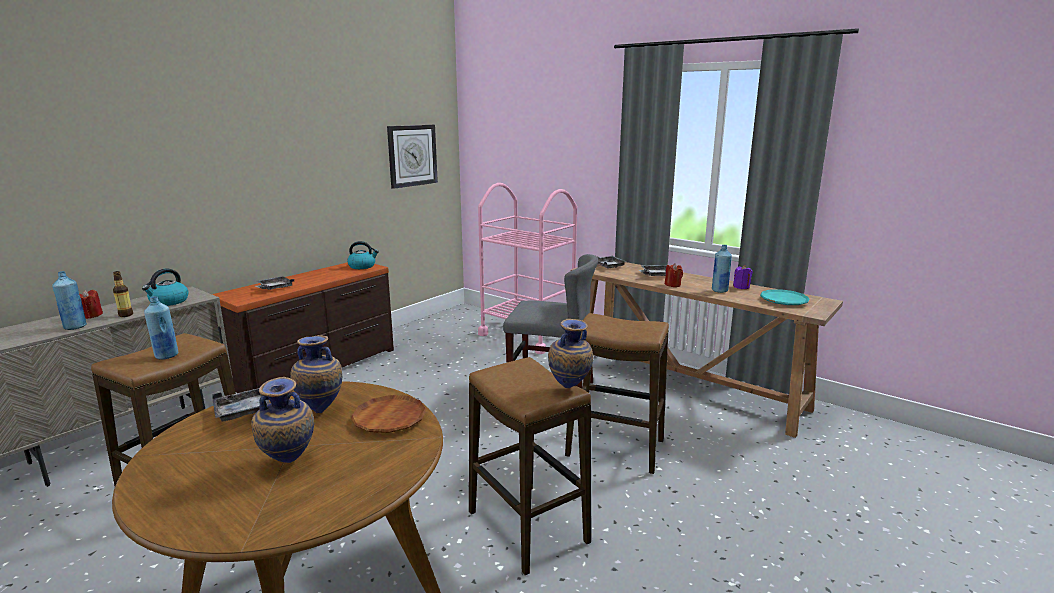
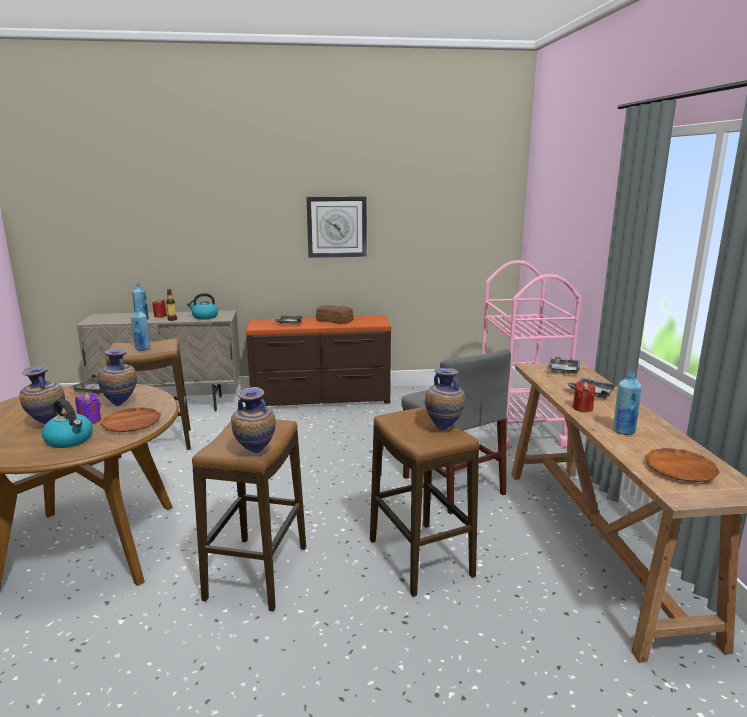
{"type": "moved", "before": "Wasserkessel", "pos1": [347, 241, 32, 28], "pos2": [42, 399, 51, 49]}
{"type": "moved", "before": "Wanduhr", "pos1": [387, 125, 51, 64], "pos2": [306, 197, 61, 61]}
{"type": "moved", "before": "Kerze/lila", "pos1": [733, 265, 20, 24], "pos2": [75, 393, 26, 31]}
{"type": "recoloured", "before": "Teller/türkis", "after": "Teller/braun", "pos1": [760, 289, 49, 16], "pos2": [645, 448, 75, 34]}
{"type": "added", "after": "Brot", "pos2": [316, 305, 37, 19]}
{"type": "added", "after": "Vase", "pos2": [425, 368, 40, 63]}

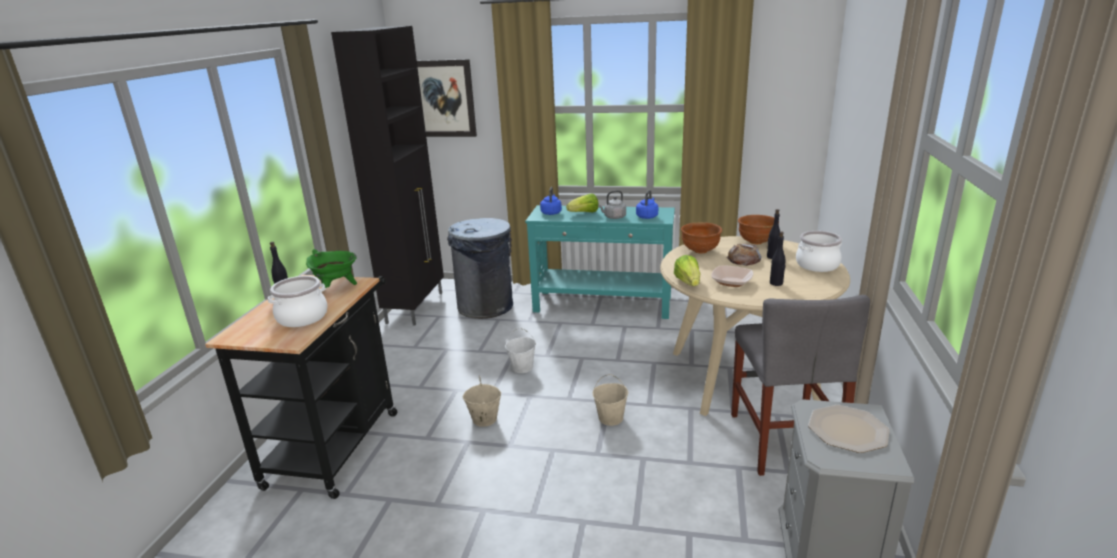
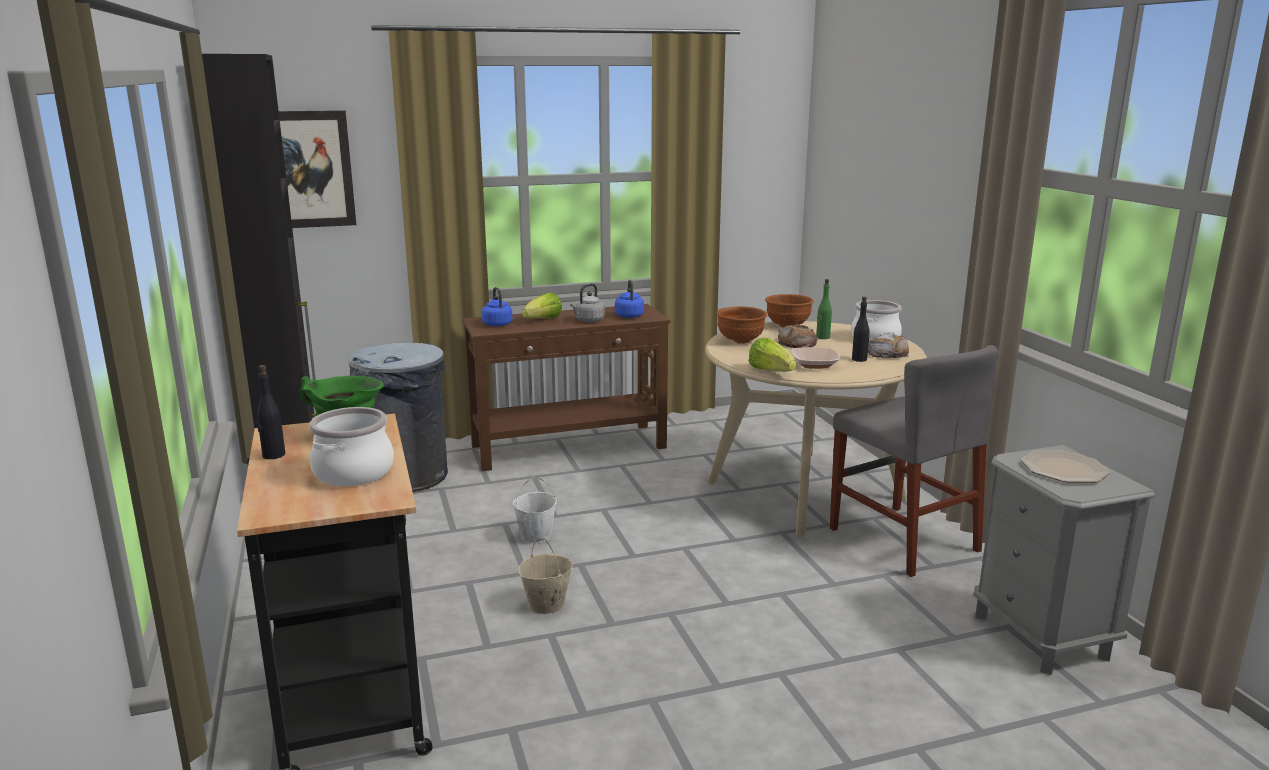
{"type": "recoloured", "before": "Konsolentisch/türkis", "after": "Konsolentisch/braun", "pos1": [525, 205, 150, 114], "pos2": [462, 304, 208, 167]}
{"type": "removed", "before": "Eimer/beige", "pos1": [593, 374, 35, 52]}
{"type": "recoloured", "before": "Flasche/schwarz", "after": "Flasche/grün", "pos1": [767, 209, 13, 50], "pos2": [816, 279, 16, 60]}
{"type": "added", "after": "Brot", "pos2": [868, 333, 41, 25]}

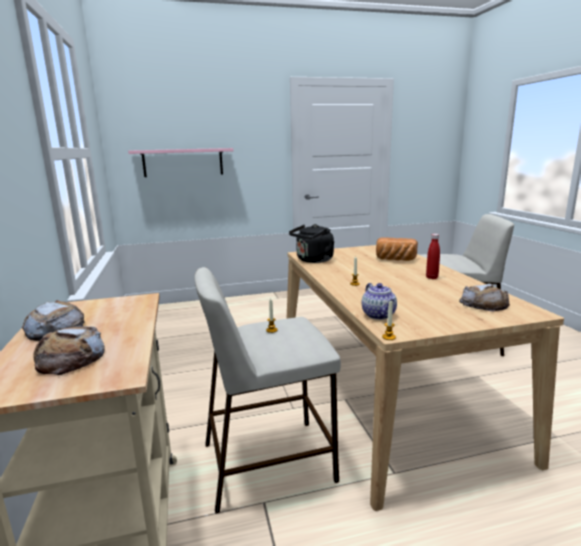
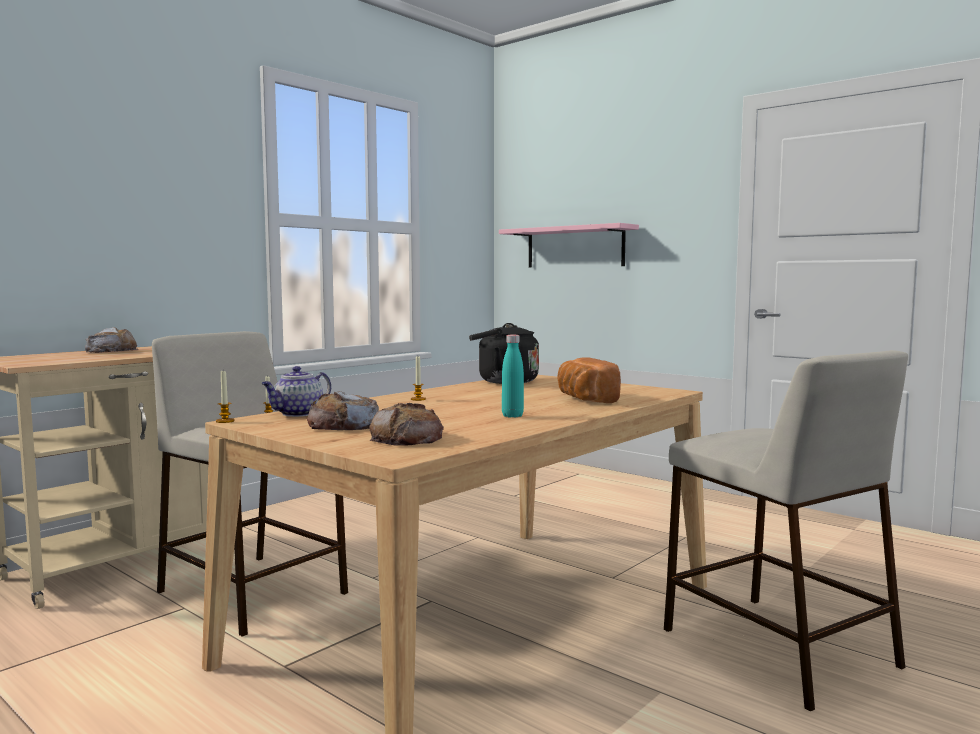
{"type": "moved", "before": "Brot", "pos1": [33, 326, 72, 49], "pos2": [307, 391, 72, 39]}
{"type": "recoloured", "before": "Flasche/rot", "after": "Flasche/türkis", "pos1": [426, 234, 14, 45], "pos2": [502, 335, 22, 83]}

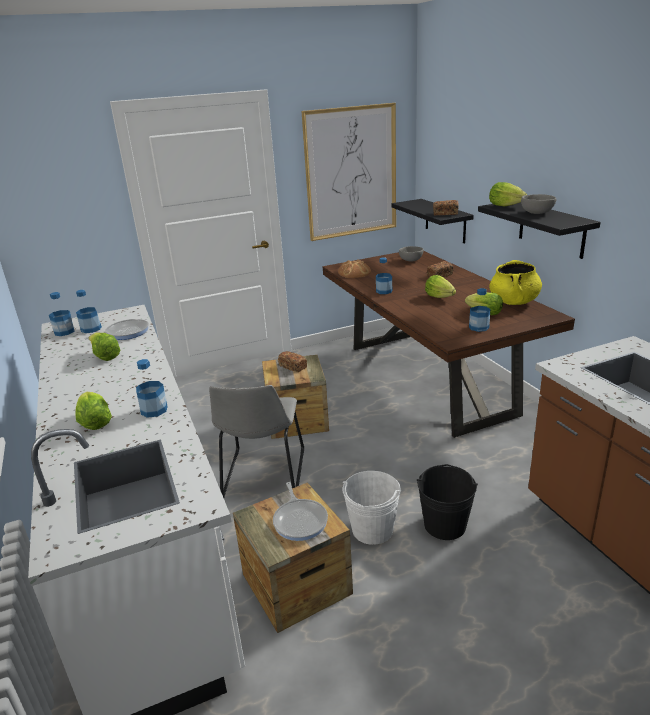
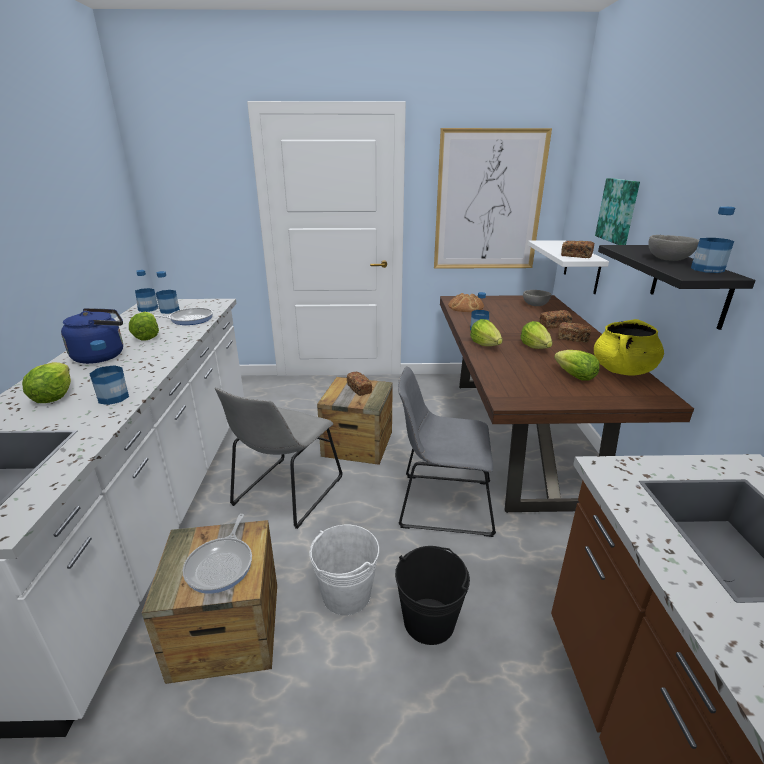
{"type": "recoloured", "before": "Wandregal/schwarz", "after": "Wandregal/weiß", "pos1": [391, 199, 83, 44], "pos2": [528, 240, 81, 54]}
{"type": "moved", "before": "Flasche", "pos1": [469, 288, 21, 44], "pos2": [691, 206, 44, 67]}
{"type": "moved", "before": "Salatkopf", "pos1": [489, 182, 38, 24], "pos2": [470, 319, 33, 27]}
{"type": "added", "after": "Wasserkessel/blau", "pos2": [61, 308, 62, 56]}
{"type": "added", "after": "Stuhl/grau", "pos2": [398, 366, 98, 171]}
{"type": "added", "after": "Brot", "pos2": [558, 322, 33, 21]}
{"type": "added", "after": "Bild", "pos2": [595, 178, 45, 67]}

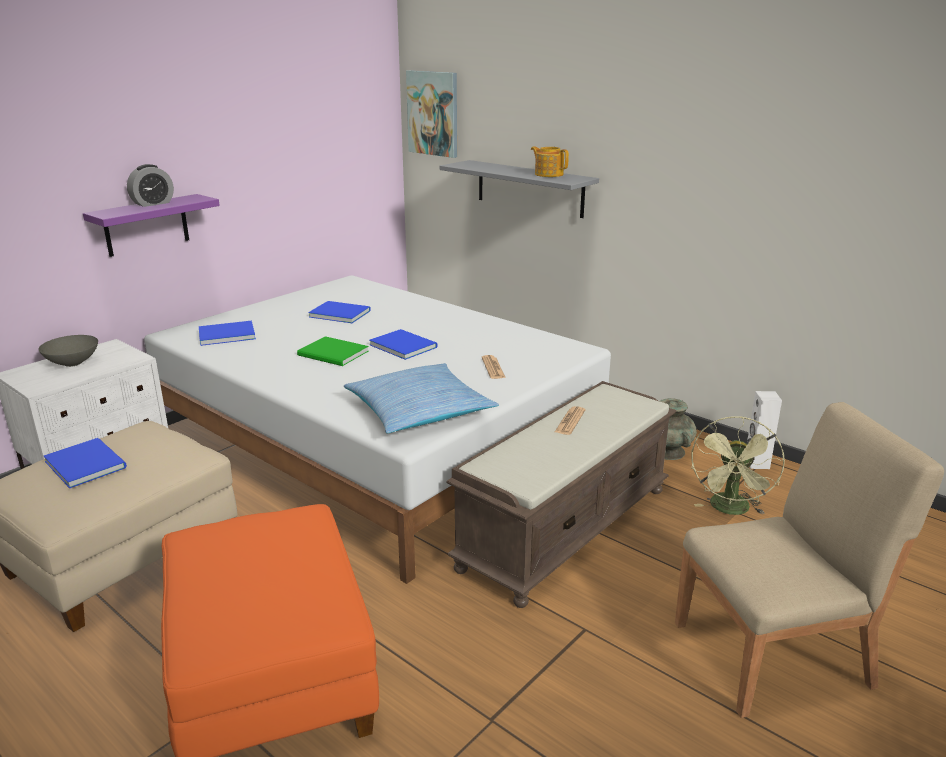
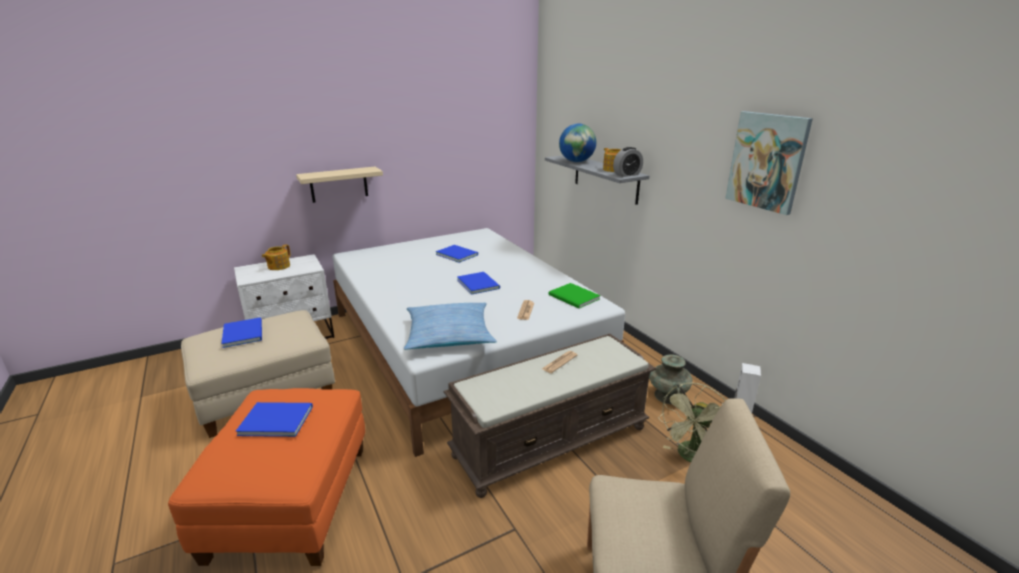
{"type": "replaced", "before": "Schüssel/grau", "after": "Teekanne", "pos1": [39, 335, 59, 32], "pos2": [262, 244, 29, 26]}
{"type": "recoloured", "before": "Wandregal/lila", "after": "Wandregal/beige", "pos1": [83, 194, 137, 63], "pos2": [296, 166, 87, 37]}
{"type": "moved", "before": "Wecker", "pos1": [127, 164, 47, 43], "pos2": [613, 147, 30, 30]}
{"type": "moved", "before": "Buch/blau", "pos1": [199, 321, 57, 25], "pos2": [236, 402, 77, 35]}
{"type": "moved", "before": "Buch/grün", "pos1": [297, 336, 72, 30], "pos2": [549, 283, 52, 26]}
{"type": "moved", "before": "Bild", "pos1": [406, 70, 51, 88], "pos2": [725, 111, 88, 104]}
{"type": "added", "after": "Globus", "pos2": [559, 124, 37, 38]}

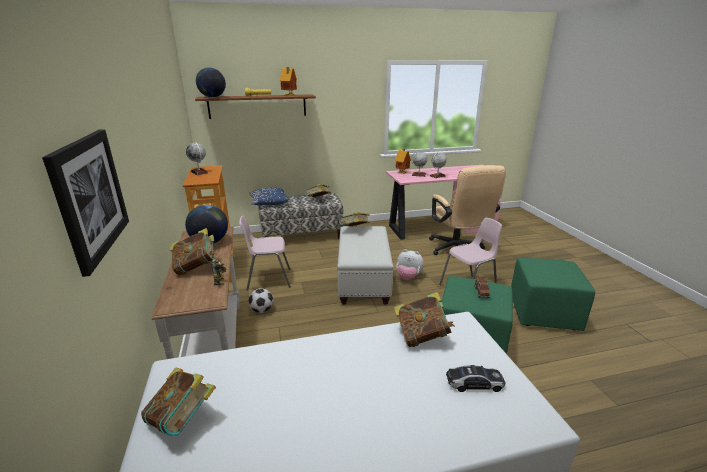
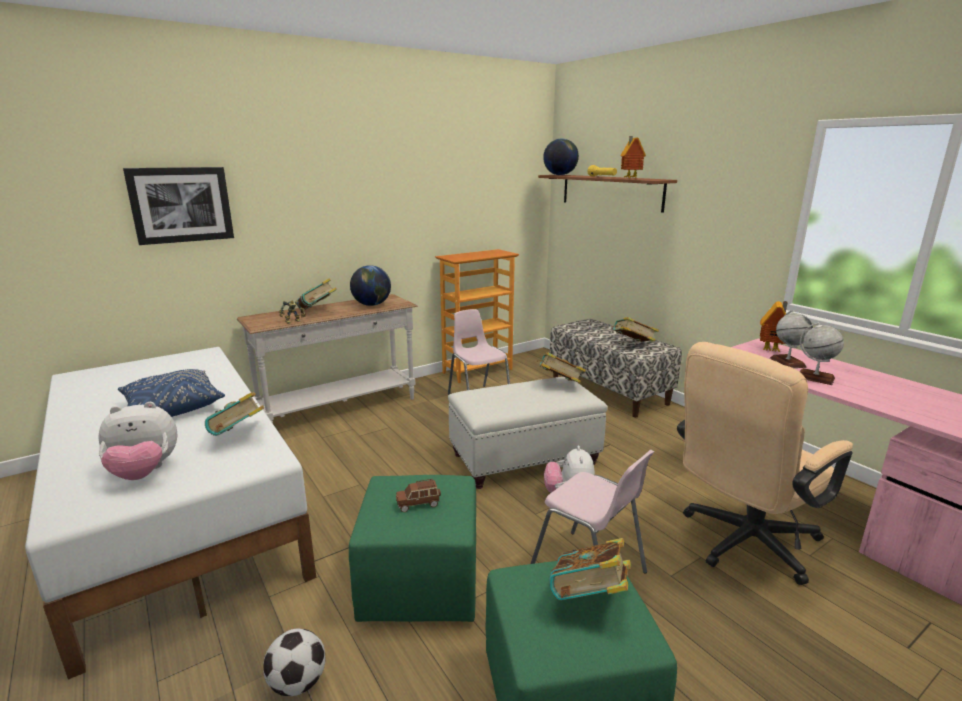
{"type": "moved", "before": "Buch", "pos1": [141, 367, 75, 69], "pos2": [549, 538, 82, 63]}
{"type": "removed", "before": "Globus", "pos1": [186, 142, 22, 33]}
{"type": "moved", "before": "Fußball", "pos1": [248, 288, 25, 25], "pos2": [263, 628, 62, 68]}
{"type": "moved", "before": "Kissen/blau", "pos1": [250, 188, 40, 17], "pos2": [118, 369, 107, 48]}
{"type": "replaced", "before": "Spielzeugauto", "after": "Plüschtier", "pos1": [446, 365, 59, 27], "pos2": [98, 402, 79, 78]}

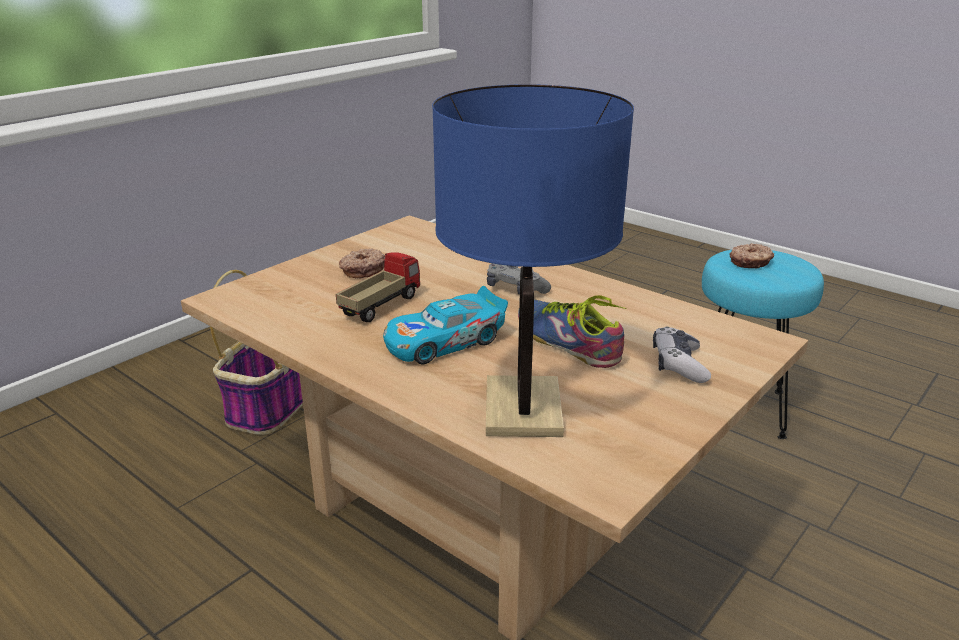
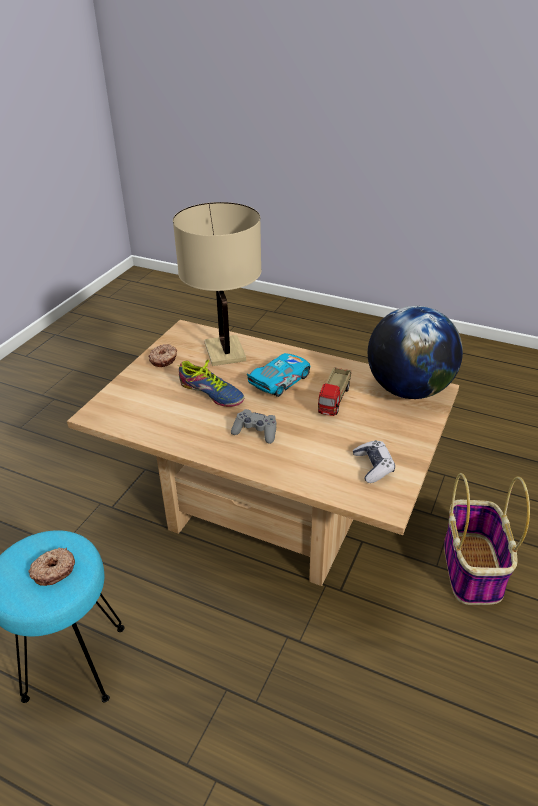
{"type": "moved", "before": "Donut", "pos1": [339, 249, 46, 29], "pos2": [149, 344, 28, 23]}
{"type": "recoloured", "before": "Tischlampe/blau", "after": "Tischlampe/beige", "pos1": [432, 84, 202, 353], "pos2": [173, 202, 89, 164]}
{"type": "moved", "before": "Gamepad", "pos1": [653, 327, 58, 56], "pos2": [353, 440, 42, 43]}
{"type": "added", "after": "Globus", "pos2": [368, 306, 95, 93]}

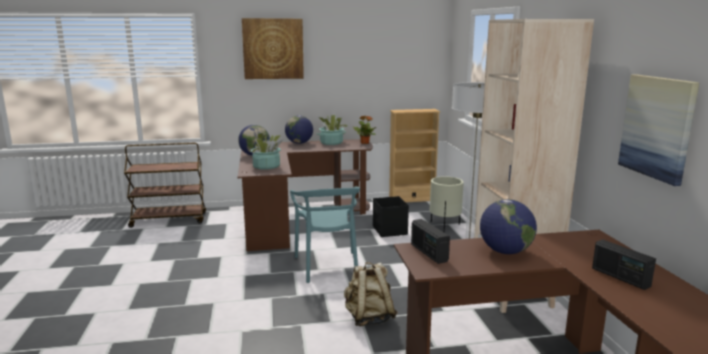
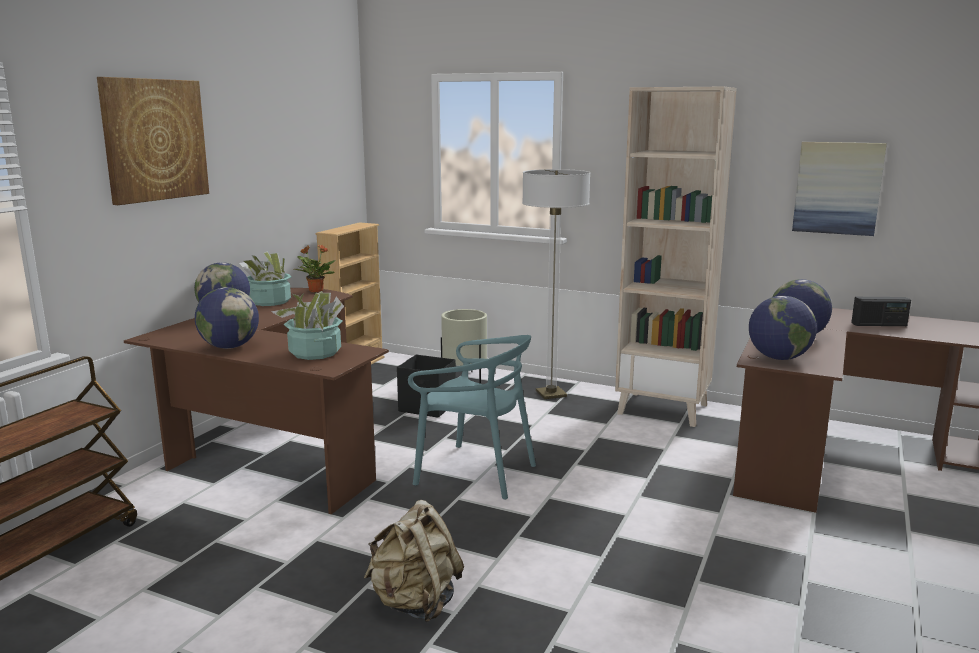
{"type": "moved", "before": "Rucksack/beige", "pos1": [344, 262, 54, 64], "pos2": [364, 500, 100, 123]}
{"type": "replaced", "before": "Radio", "after": "Globus", "pos1": [411, 219, 39, 45], "pos2": [749, 296, 68, 64]}

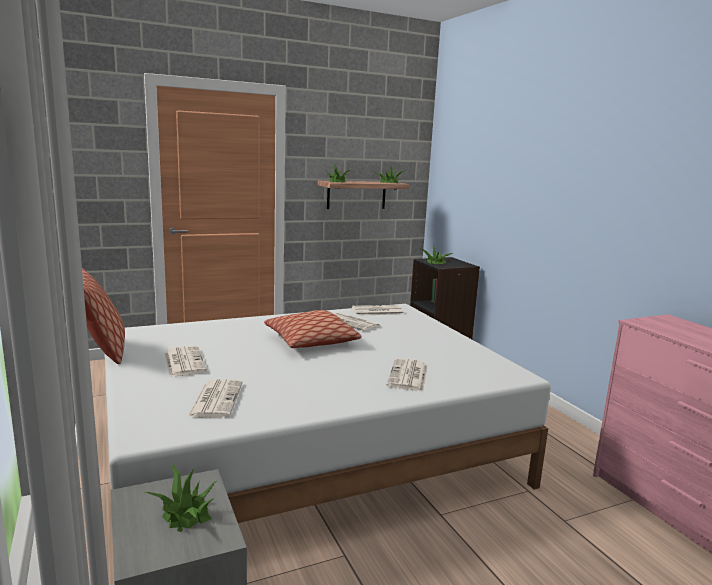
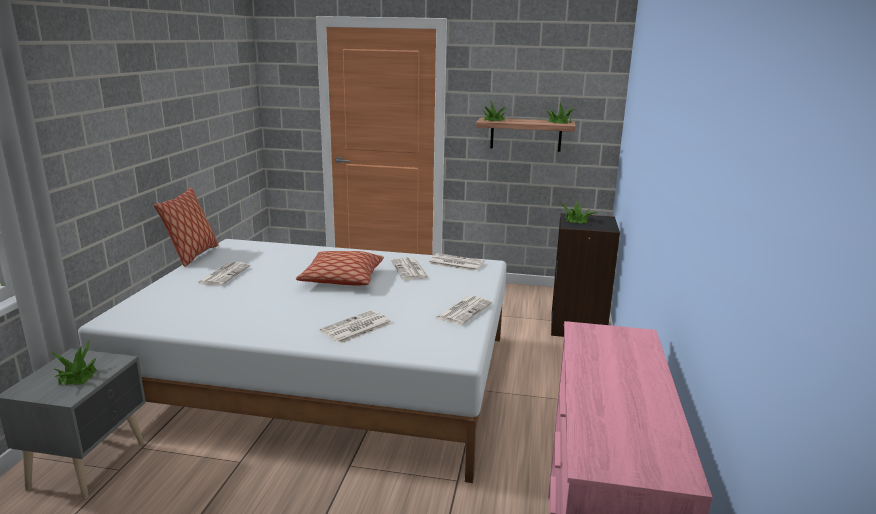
{"type": "moved", "before": "Zeitung", "pos1": [187, 379, 56, 39], "pos2": [435, 295, 57, 30]}

